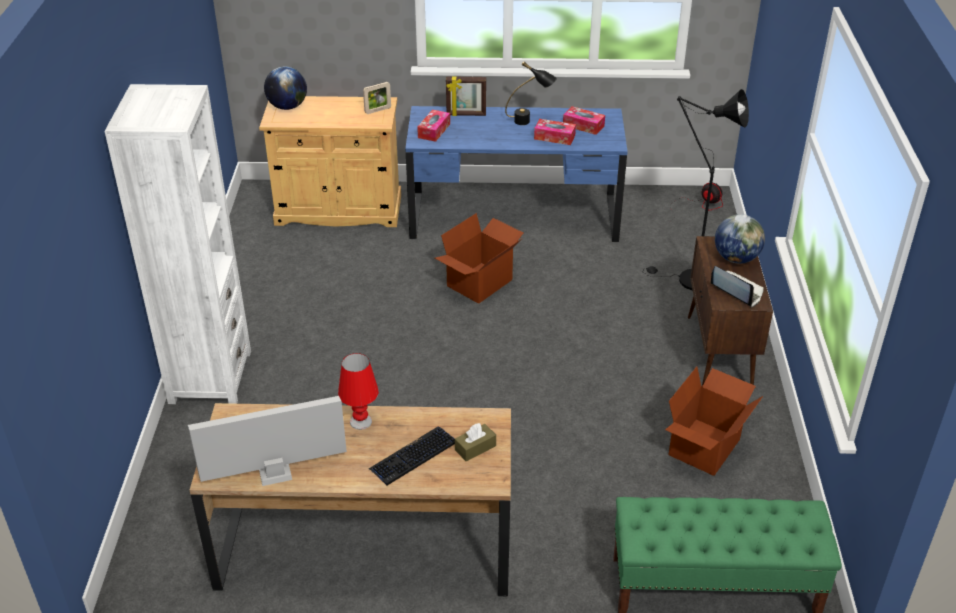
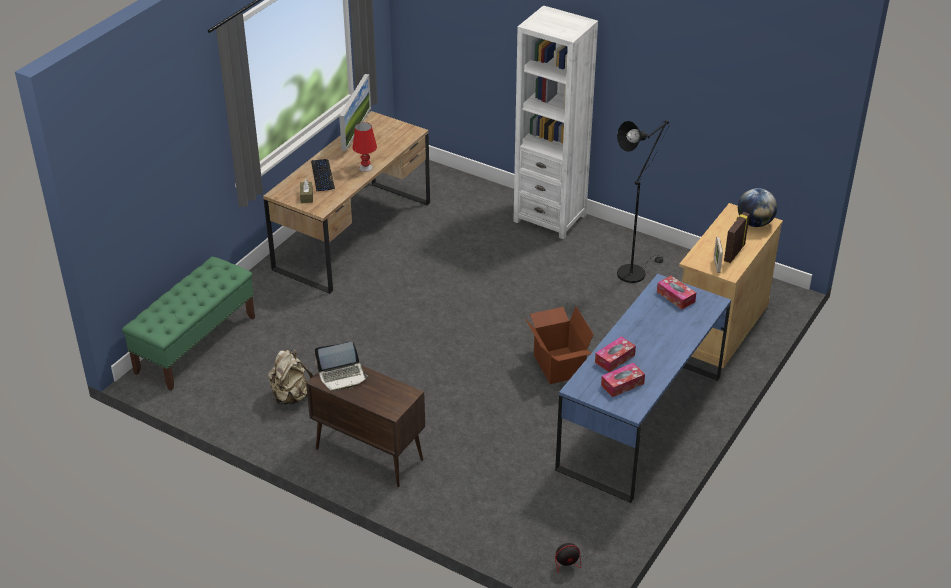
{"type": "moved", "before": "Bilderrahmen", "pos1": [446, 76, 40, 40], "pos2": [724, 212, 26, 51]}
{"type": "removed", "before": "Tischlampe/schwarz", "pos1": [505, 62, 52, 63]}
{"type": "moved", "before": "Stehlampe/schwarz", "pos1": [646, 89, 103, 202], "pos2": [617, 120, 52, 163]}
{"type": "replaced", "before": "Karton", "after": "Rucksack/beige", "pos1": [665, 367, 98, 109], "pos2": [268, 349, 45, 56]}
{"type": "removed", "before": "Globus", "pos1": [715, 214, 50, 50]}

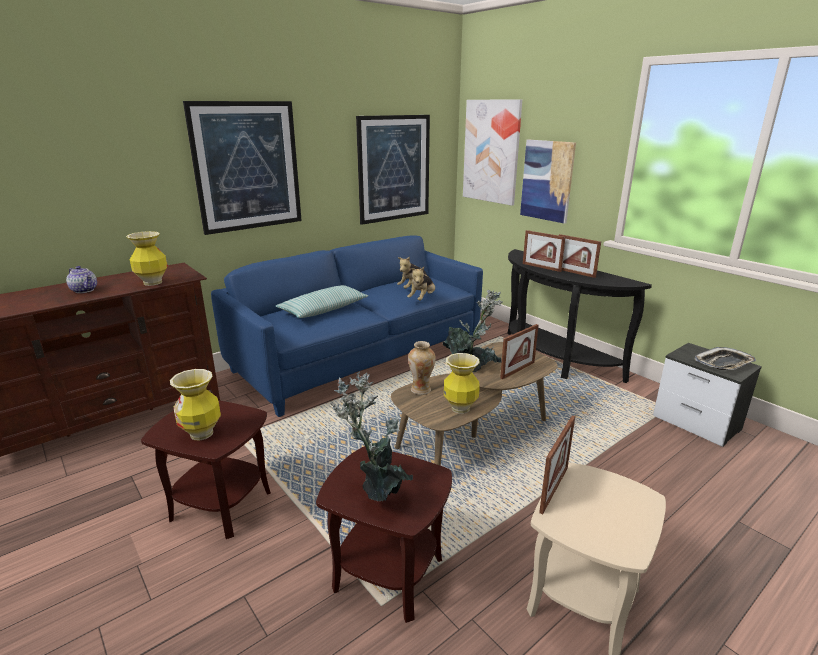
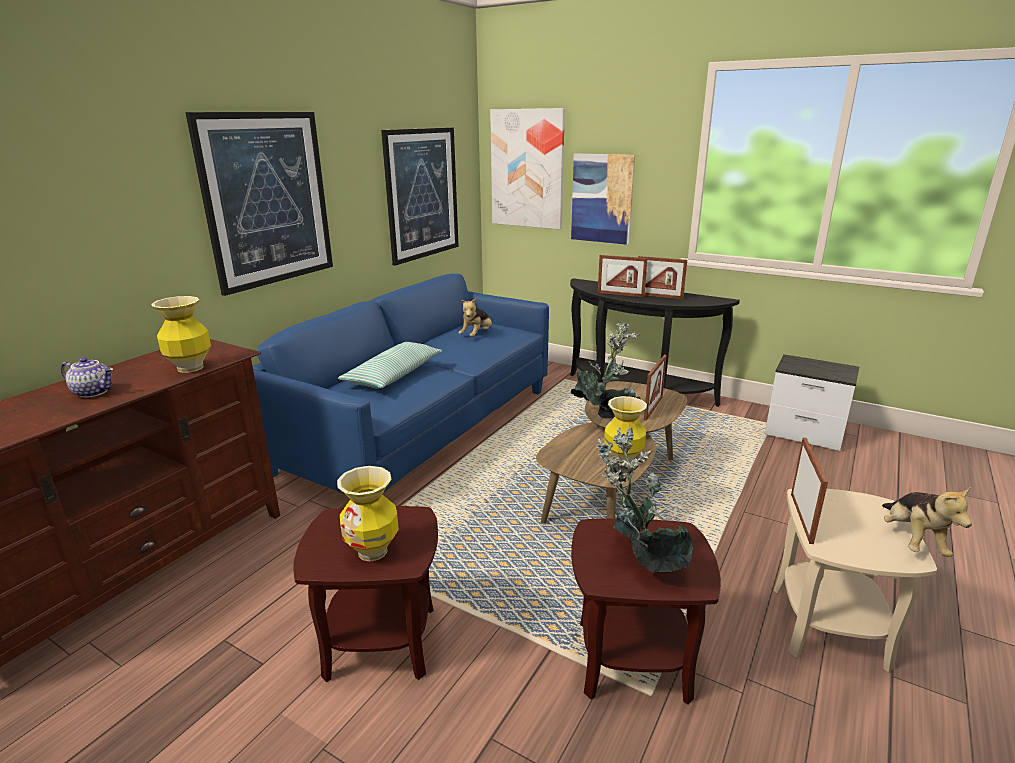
{"type": "moved", "before": "Plüschtier", "pos1": [407, 267, 28, 34], "pos2": [882, 487, 90, 70]}
{"type": "removed", "before": "Vase", "pos1": [408, 341, 28, 54]}
{"type": "removed", "before": "Tablett", "pos1": [694, 347, 62, 23]}

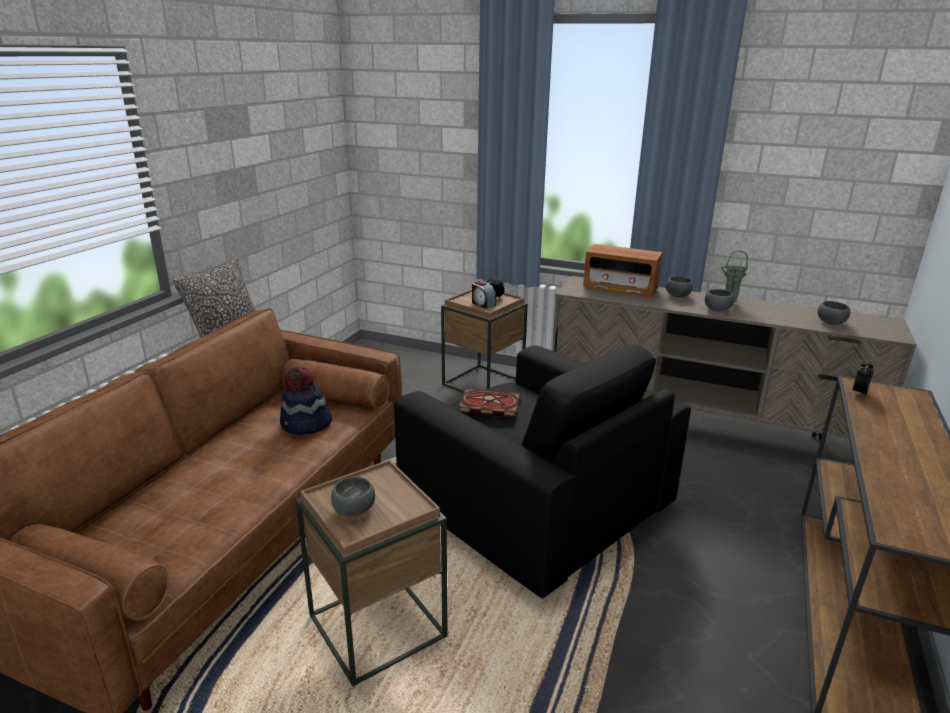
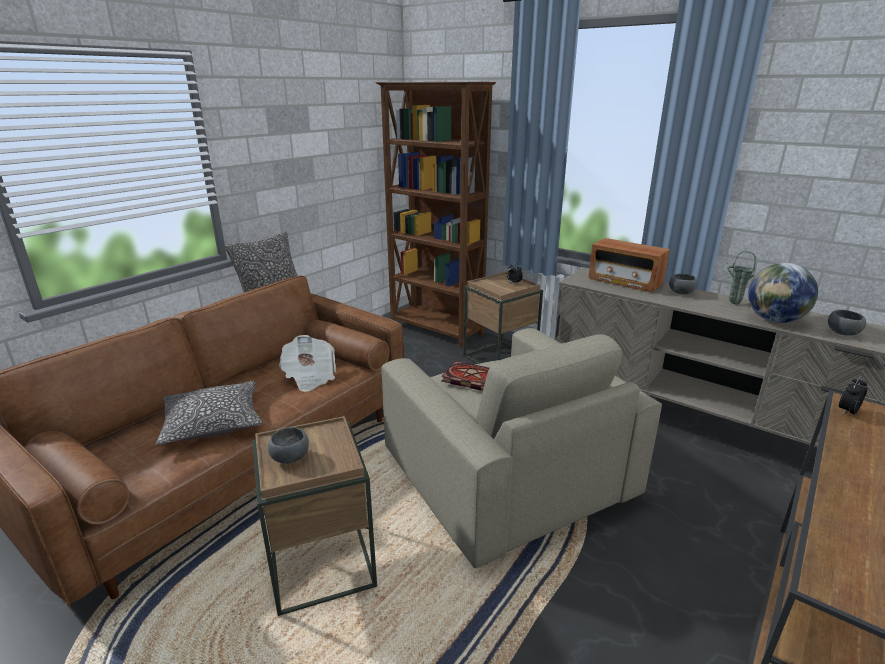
{"type": "replaced", "before": "Hut", "after": "Zeitung", "pos1": [280, 367, 52, 68], "pos2": [279, 335, 57, 57]}
{"type": "recoloured", "before": "Sessel/schwarz", "after": "Sessel/beige", "pos1": [394, 344, 297, 254], "pos2": [381, 328, 281, 240]}
{"type": "removed", "before": "Wecker", "pos1": [472, 281, 24, 28]}
{"type": "removed", "before": "Schüssel/grau", "pos1": [705, 289, 29, 22]}
{"type": "added", "after": "Kissen", "pos2": [156, 381, 106, 65]}
{"type": "added", "after": "Bücherregal/braun", "pos2": [375, 82, 121, 266]}
{"type": "added", "after": "Globus", "pos2": [748, 263, 70, 60]}

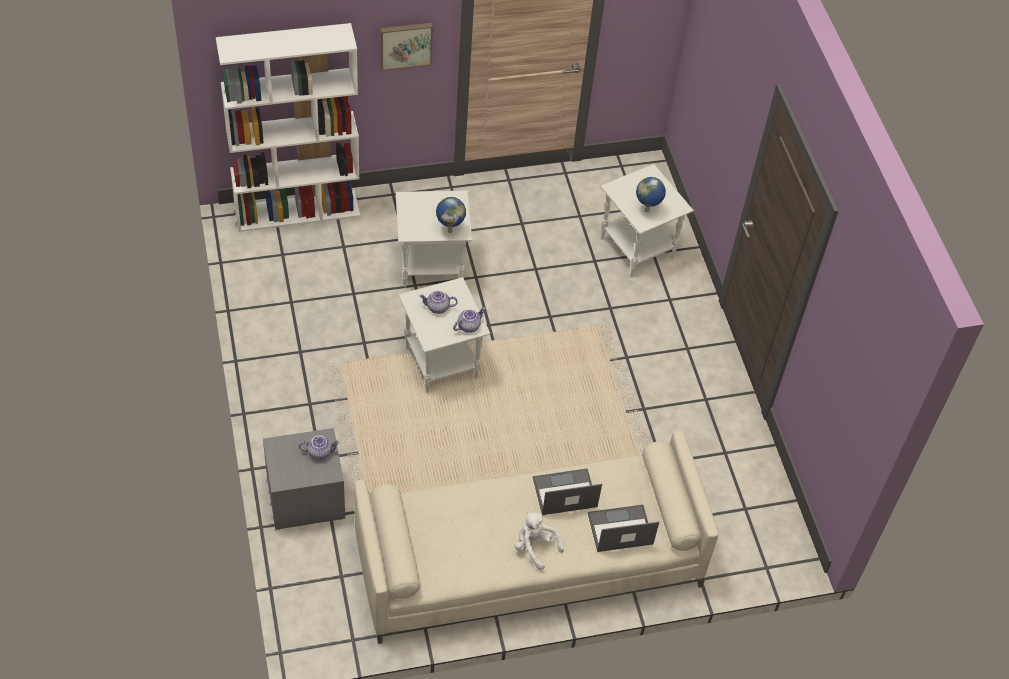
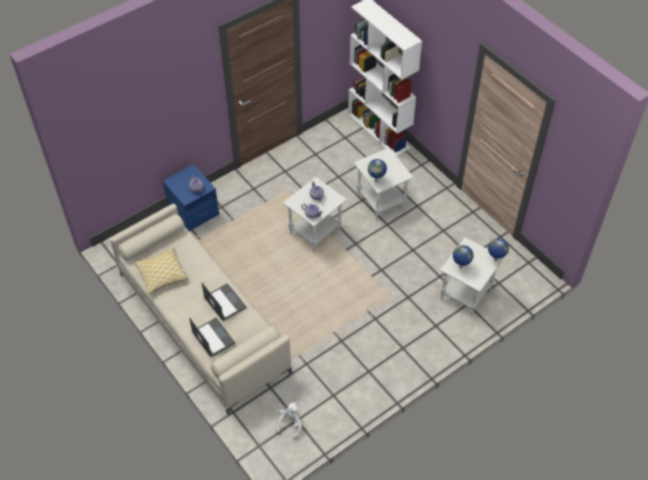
{"type": "recoloured", "before": "Nachttisch/grau", "after": "Nachttisch/blau", "pos1": [263, 428, 82, 102], "pos2": [163, 164, 56, 67]}
{"type": "removed", "before": "Bild", "pos1": [380, 23, 53, 48]}
{"type": "moved", "before": "Plüschtier/weiß", "pos1": [514, 511, 50, 59], "pos2": [276, 402, 26, 37]}
{"type": "added", "after": "Kissen", "pos2": [134, 248, 55, 47]}
{"type": "added", "after": "Globus", "pos2": [488, 238, 21, 23]}

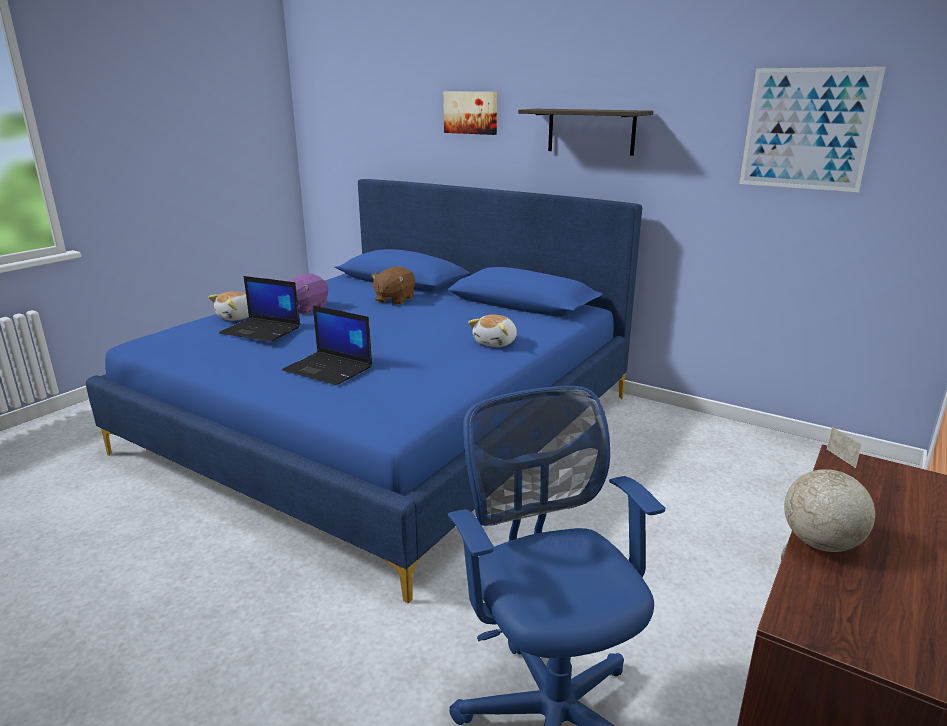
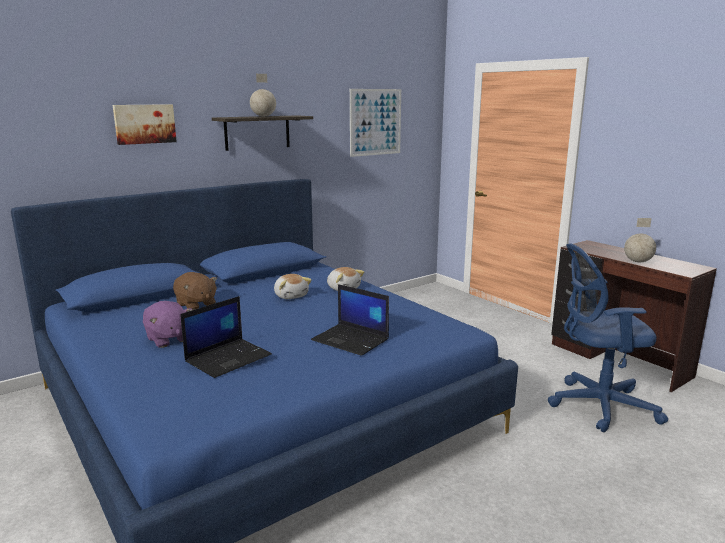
{"type": "moved", "before": "Plüschtier", "pos1": [208, 291, 41, 30], "pos2": [274, 274, 37, 25]}
{"type": "turned", "before": "Laptop", "pos1": [282, 306, 90, 79], "pos2": [311, 284, 78, 72], "turn": 75}
{"type": "added", "after": "Globus", "pos2": [250, 74, 26, 43]}

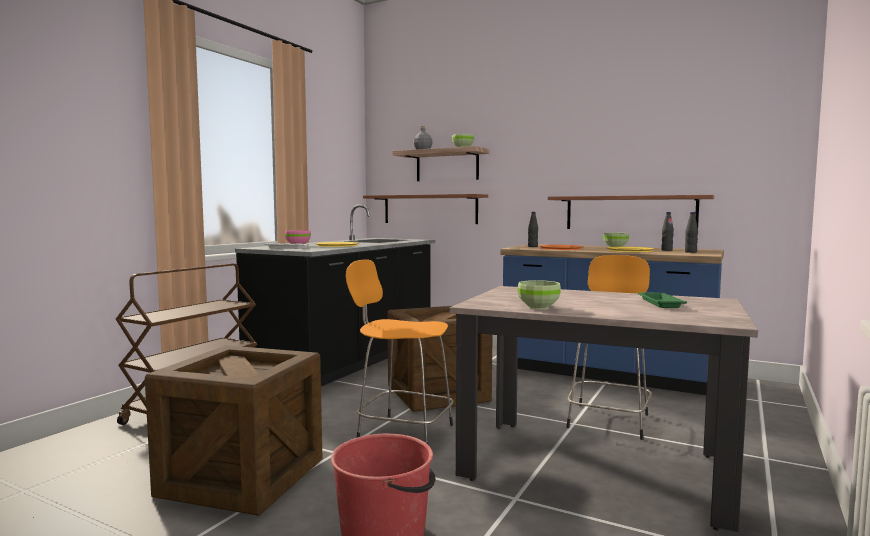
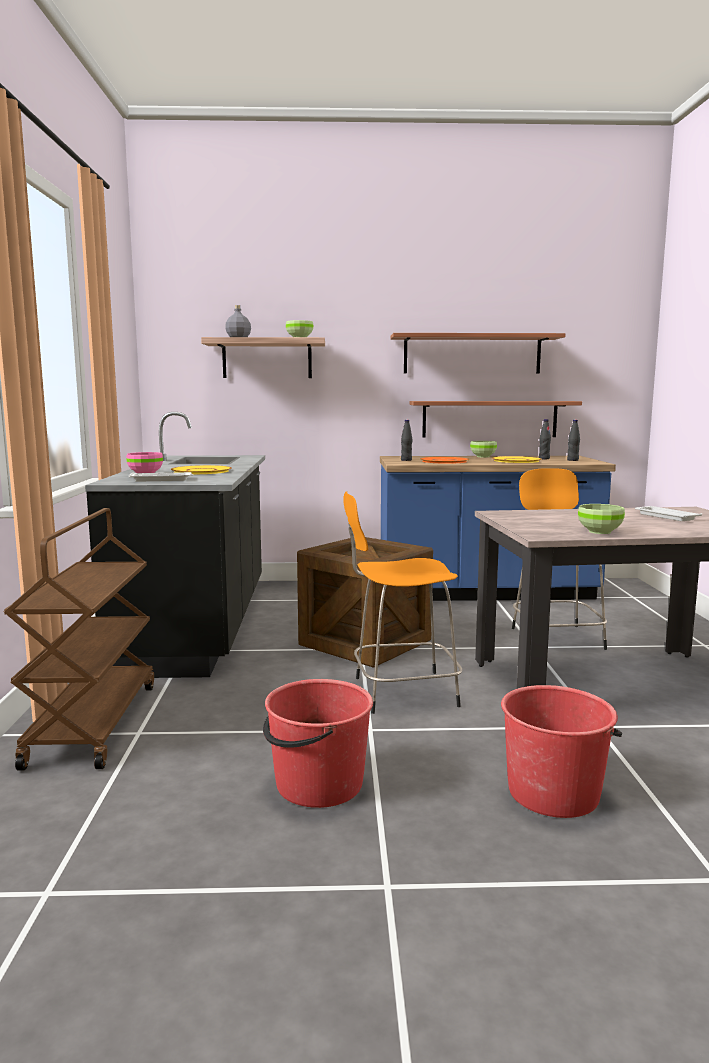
{"type": "replaced", "before": "Kiste", "after": "Eimer/rot", "pos1": [145, 345, 178, 171], "pos2": [263, 679, 110, 129]}
{"type": "moved", "before": "Wandregal", "pos1": [363, 194, 125, 30], "pos2": [390, 333, 176, 40]}
{"type": "recoloured", "before": "Tablett/grün", "after": "Tablett/weiß", "pos1": [638, 293, 49, 15], "pos2": [635, 506, 67, 15]}

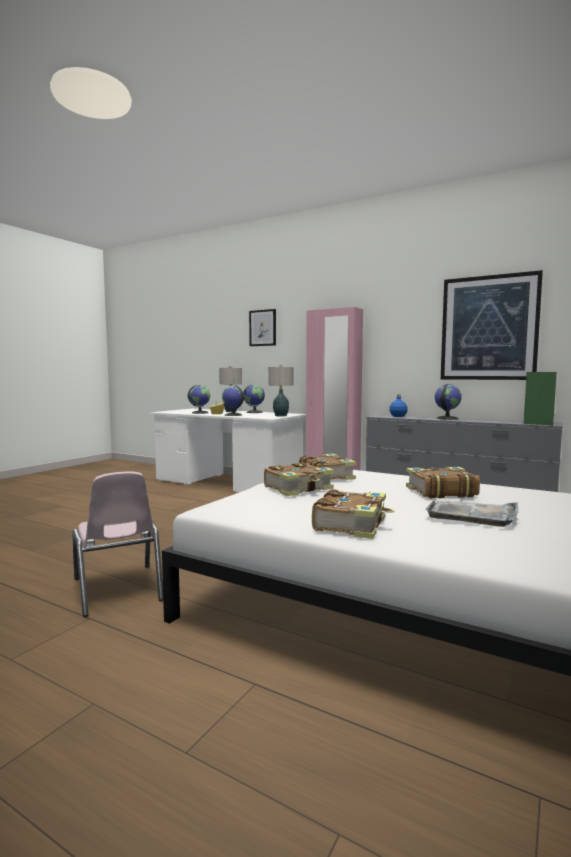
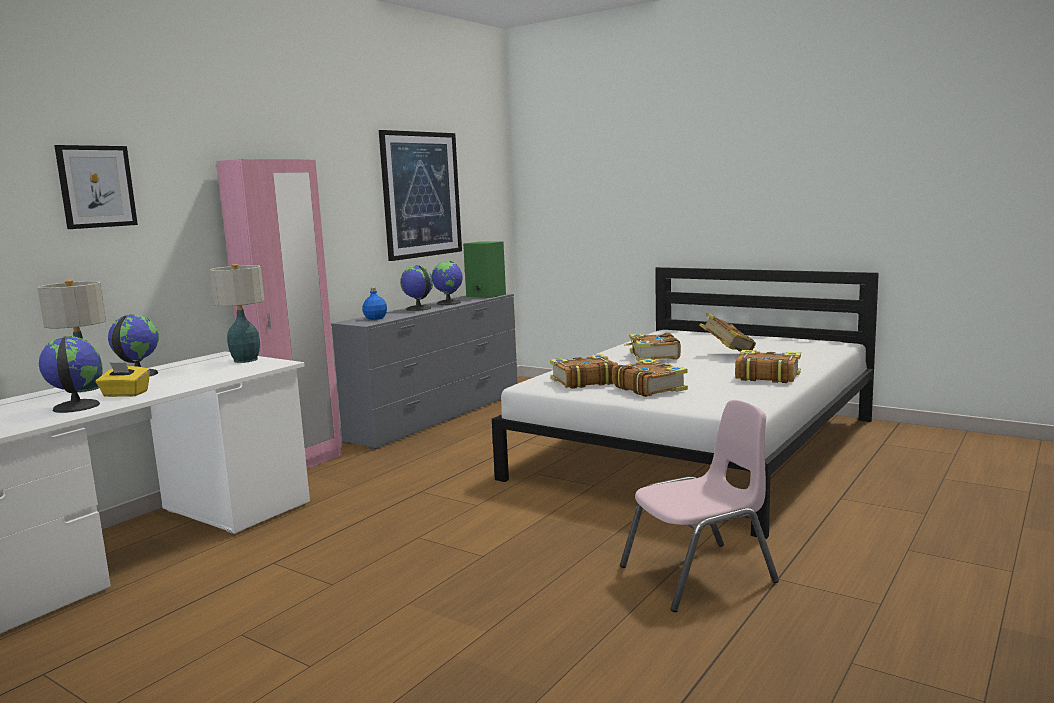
{"type": "moved", "before": "Globus", "pos1": [222, 386, 22, 30], "pos2": [431, 261, 32, 44]}
{"type": "replaced", "before": "Tablett/grau", "after": "Buch", "pos1": [425, 501, 94, 26], "pos2": [699, 313, 57, 38]}

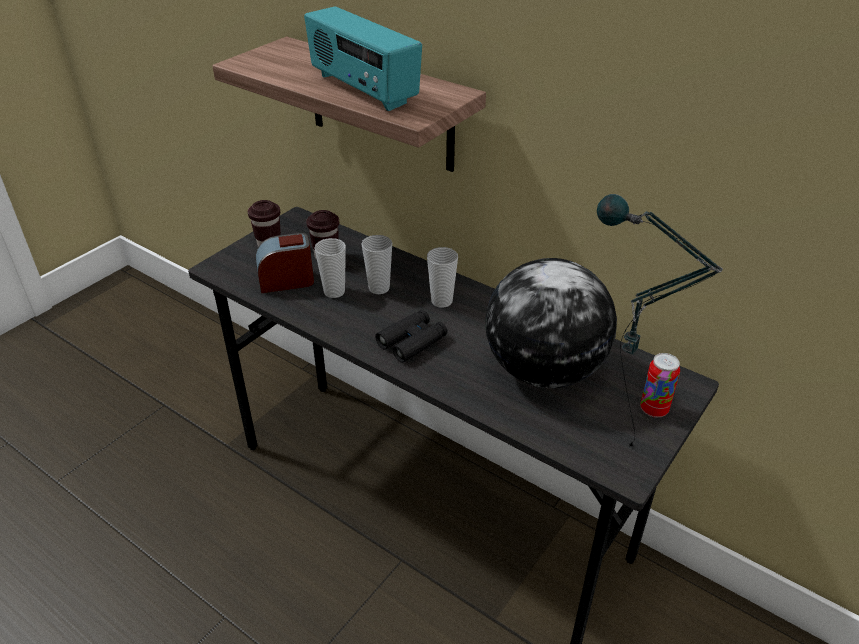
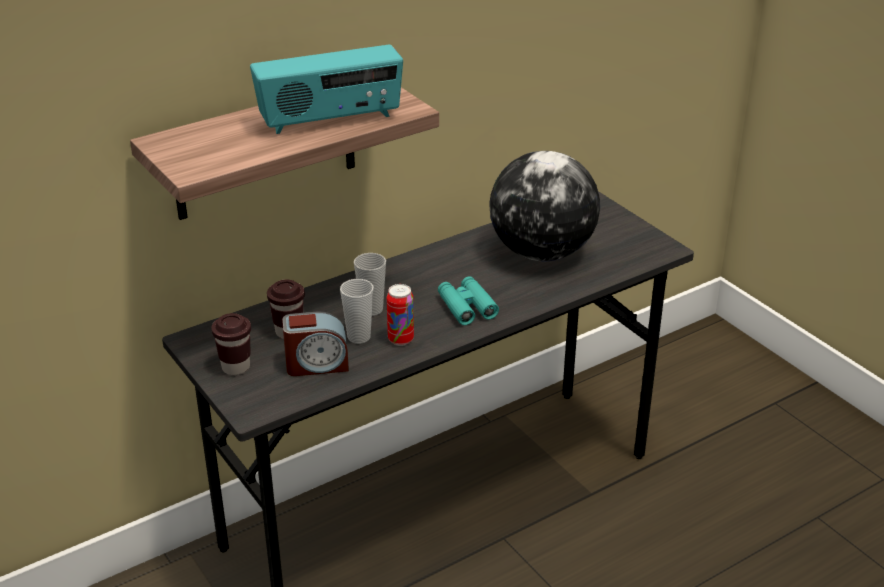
{"type": "turned", "before": "Wecker", "pos1": [256, 233, 58, 60], "pos2": [282, 312, 67, 64], "turn": -105}
{"type": "recoloured", "before": "Fernglas/schwarz", "after": "Fernglas/türkis", "pos1": [375, 310, 73, 53], "pos2": [438, 276, 61, 49]}
{"type": "removed", "before": "Tasse", "pos1": [427, 247, 31, 61]}
{"type": "removed", "before": "Tischlampe", "pos1": [597, 194, 126, 254]}
{"type": "moved", "before": "Dose", "pos1": [640, 353, 40, 64], "pos2": [387, 284, 27, 62]}

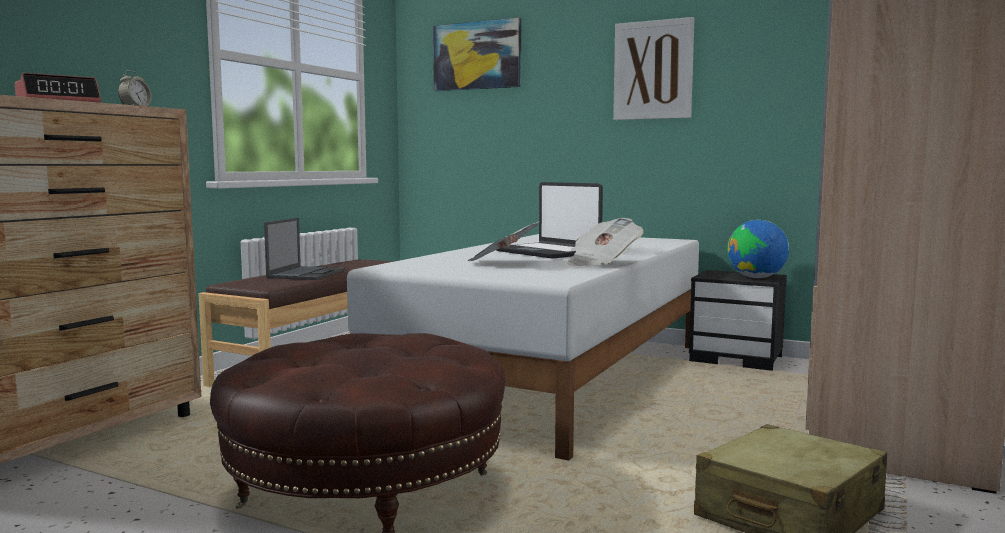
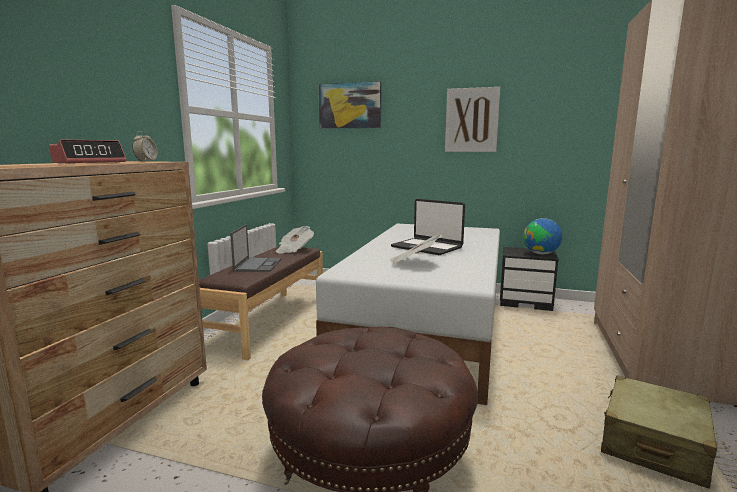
{"type": "moved", "before": "Zeitung", "pos1": [567, 218, 76, 48], "pos2": [276, 226, 38, 27]}

